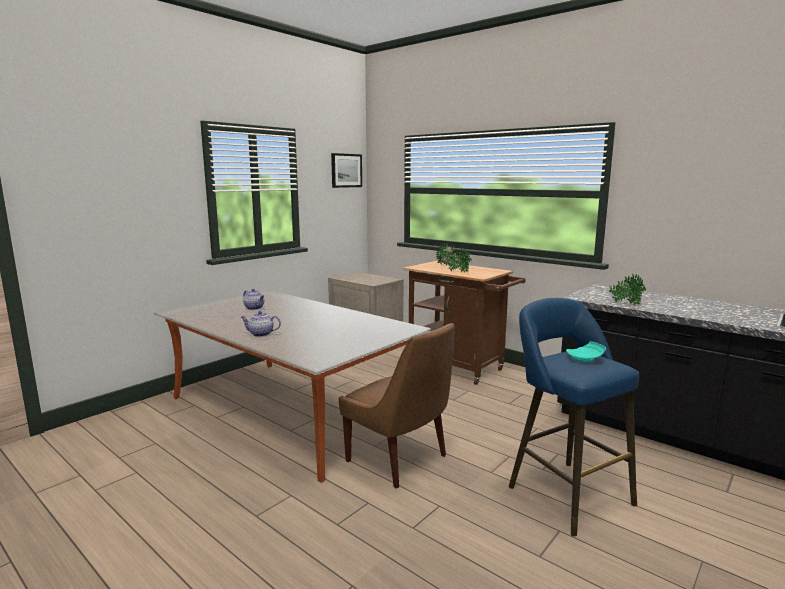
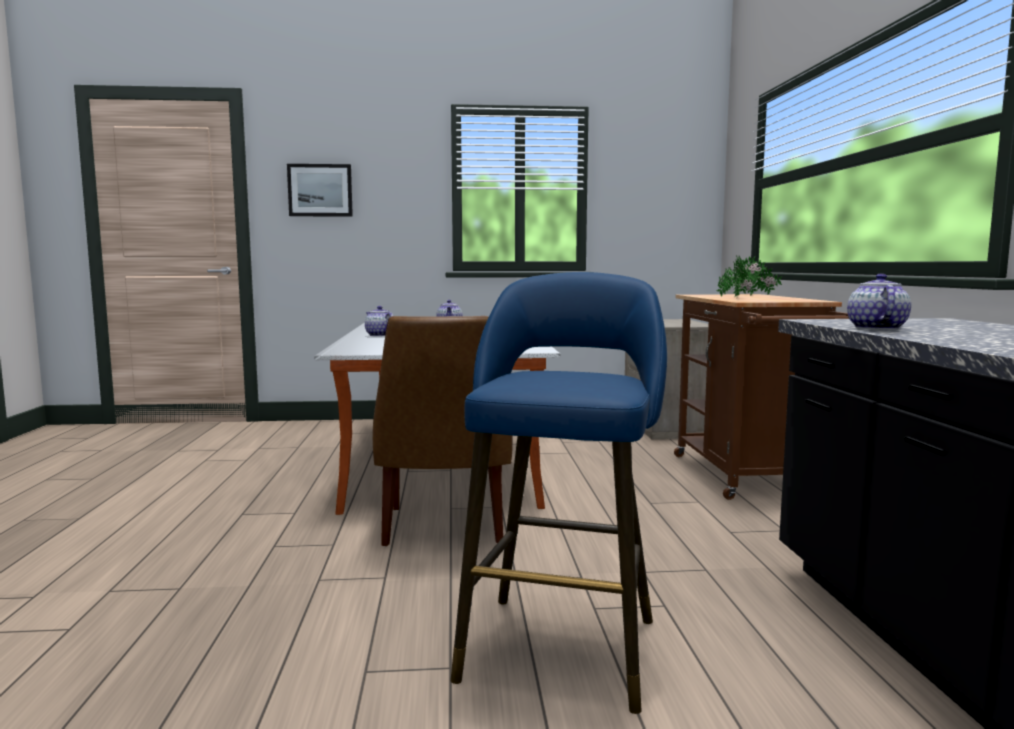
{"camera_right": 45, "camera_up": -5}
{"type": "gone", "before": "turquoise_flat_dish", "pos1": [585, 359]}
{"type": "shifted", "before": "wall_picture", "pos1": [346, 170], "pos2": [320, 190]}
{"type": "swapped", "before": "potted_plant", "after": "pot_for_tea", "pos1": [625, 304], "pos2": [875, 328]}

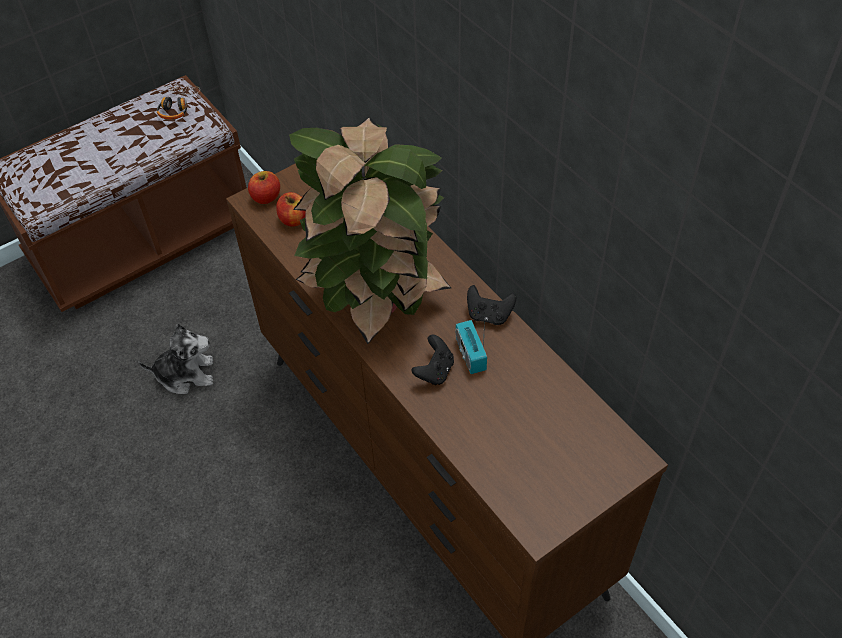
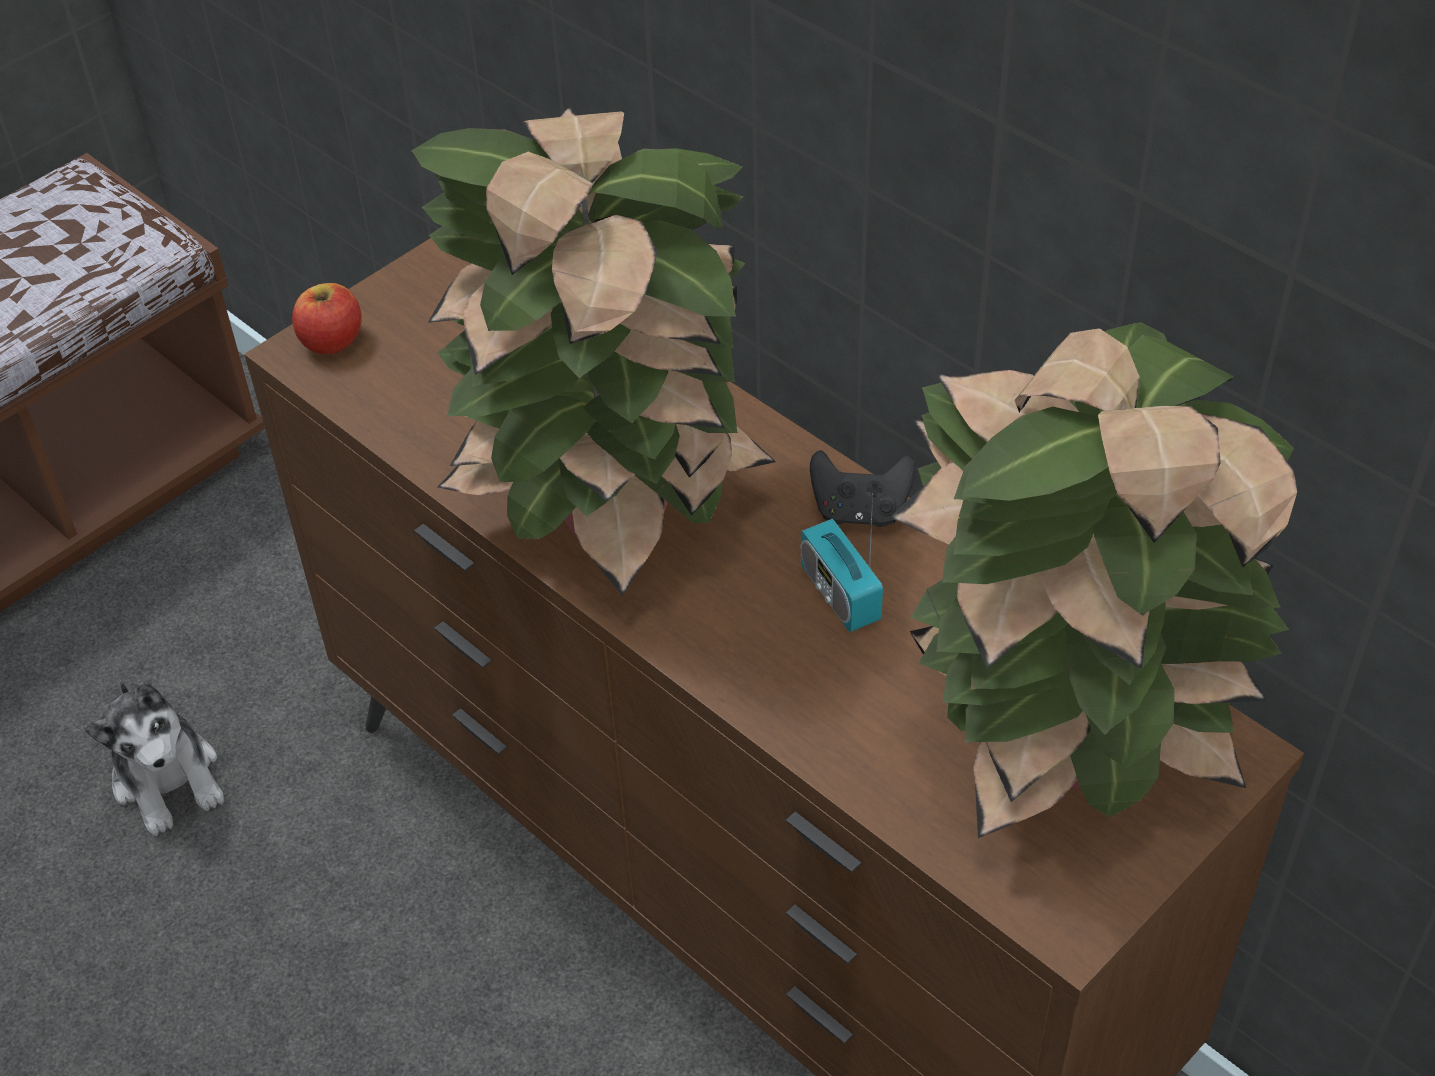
{"camera_right": -10, "camera_up": -5}
{"type": "gone", "before": "pair_of_headphones", "pos1": [176, 106]}
{"type": "gone", "before": "apple_fruit", "pos1": [293, 219]}
{"type": "gone", "before": "black-coloured_gamepad", "pos1": [434, 371]}
{"type": "new", "after": "potted_plant", "pos2": [1060, 738]}
{"type": "rotated", "before": "plush_toy", "pos1": [186, 374], "pos2": [168, 779], "turn": 75}

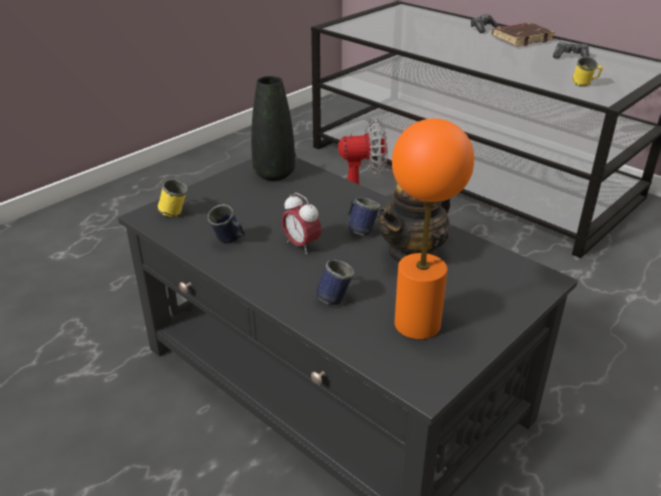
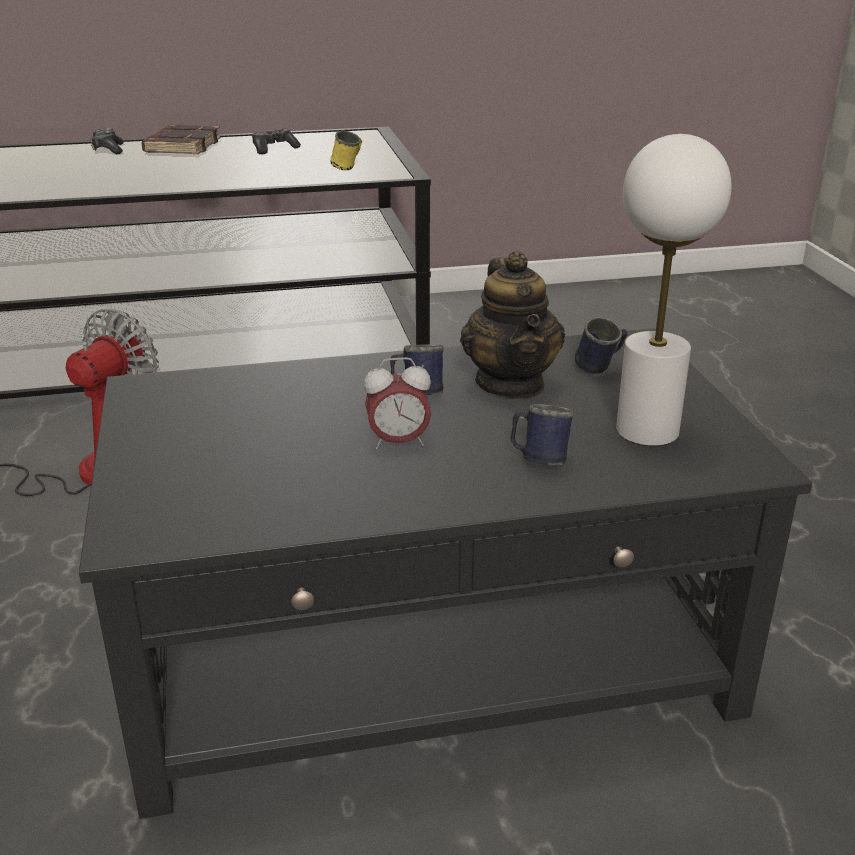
{"camera_right": -55, "camera_up": -5}
{"type": "gone", "before": "yellowish_tea_mug", "pos1": [176, 211]}
{"type": "gone", "before": "black-coloured_flower_vase", "pos1": [274, 174]}
{"type": "shifted", "before": "blue_tea_mug", "pos1": [230, 241], "pos2": [600, 369]}
{"type": "repainted", "before": "orange-coloured_tabletop_lamp", "after": "white-coloured_tabletop_lamp", "pos1": [418, 324], "pos2": [647, 430]}

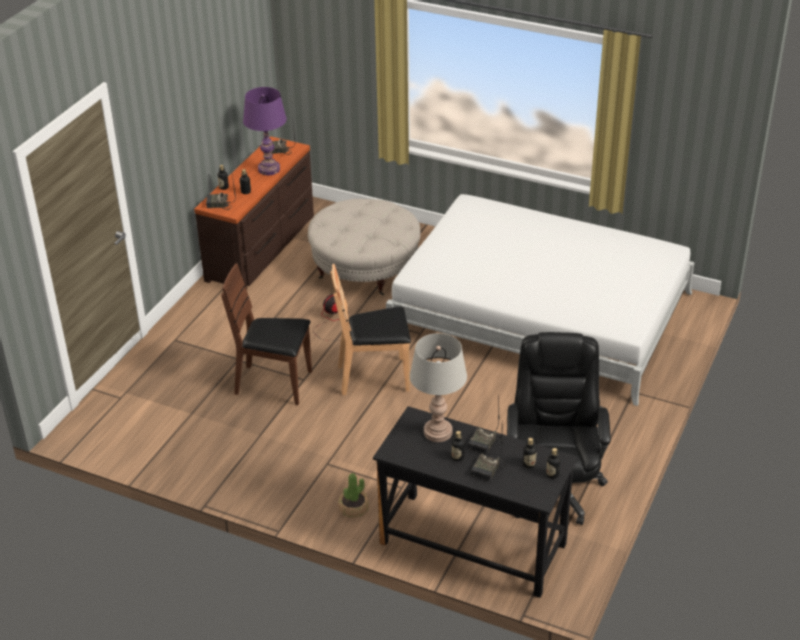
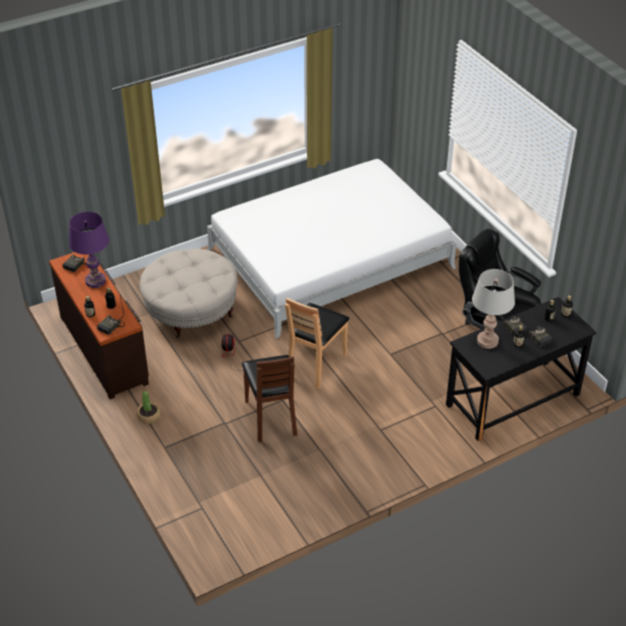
{"camera_right": -55, "camera_up": 5}
{"type": "shifted", "before": "potted_plant", "pos1": [353, 508], "pos2": [149, 416]}
{"type": "rotated", "before": "brown_upright_chair", "pos1": [274, 384], "pos2": [272, 417], "turn": -60}

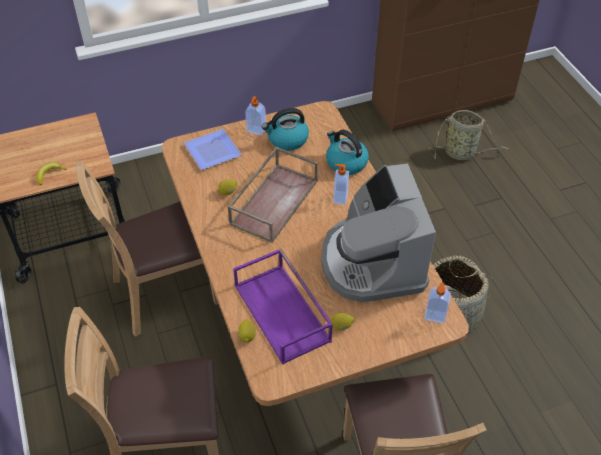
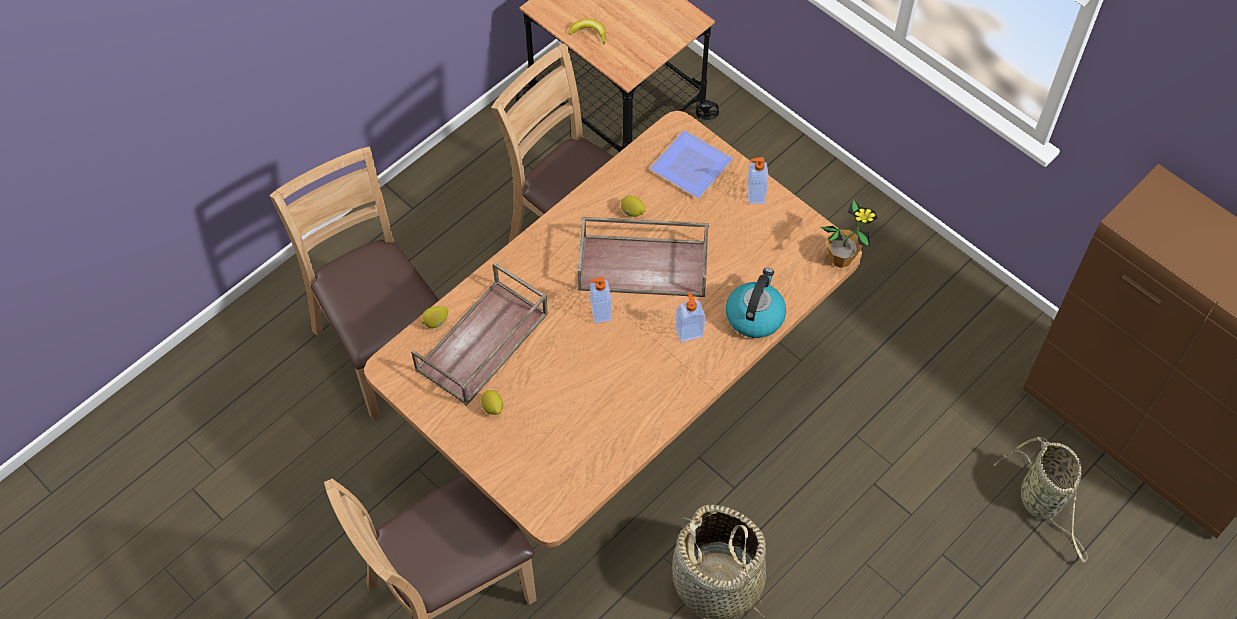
{"camera_right": 65, "camera_up": 10}
{"type": "gone", "before": "water_kettle", "pos1": [287, 140]}
{"type": "gone", "before": "coffee_maker", "pos1": [372, 262]}
{"type": "new", "after": "potted_plant", "pos2": [841, 259]}
{"type": "shifted", "before": "soap_bottle", "pos1": [435, 317], "pos2": [599, 312]}
{"type": "repainted", "before": "purple_tray", "after": "brown_tray", "pos1": [283, 313], "pos2": [482, 343]}

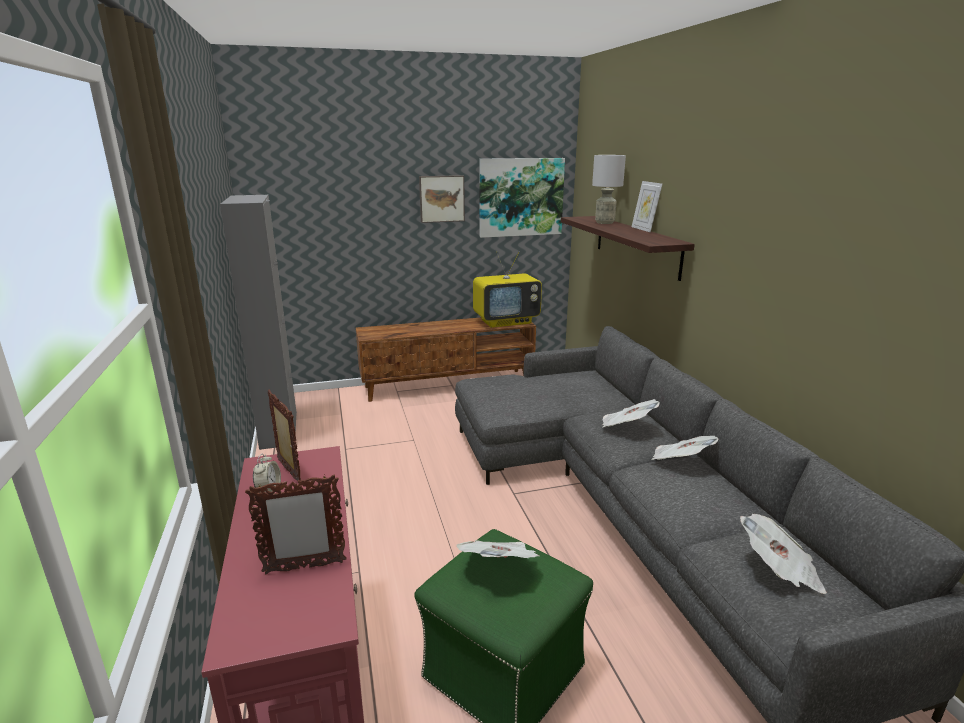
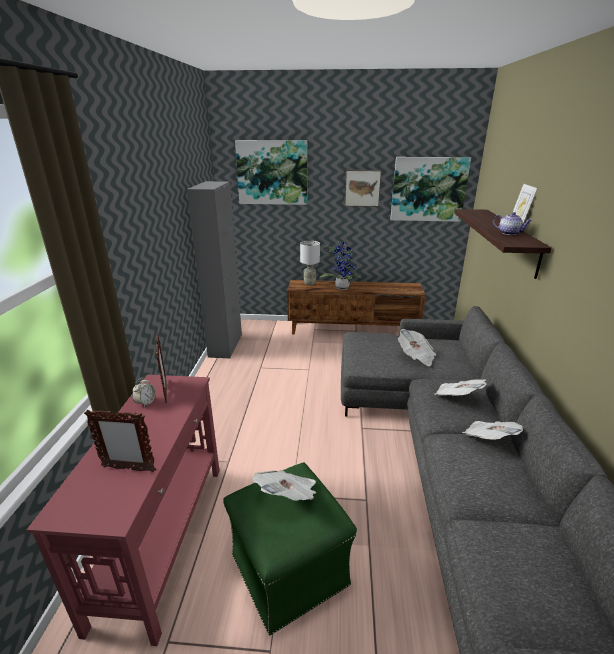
{"camera_right": 20, "camera_up": 5}
{"type": "gone", "before": "television", "pos1": [506, 321]}
{"type": "new", "after": "wall_picture", "pos2": [272, 172]}
{"type": "new", "after": "potted_plant", "pos2": [341, 287]}
{"type": "new", "after": "pot_for_tea", "pos2": [509, 233]}
{"type": "shifted", "before": "grey_tabletop_lamp", "pos1": [604, 223], "pos2": [309, 283]}
{"type": "shifted", "before": "daily_paper", "pos1": [779, 571], "pos2": [416, 356]}

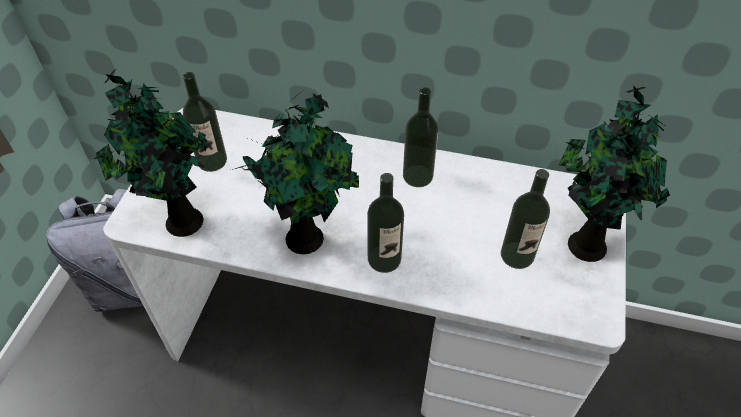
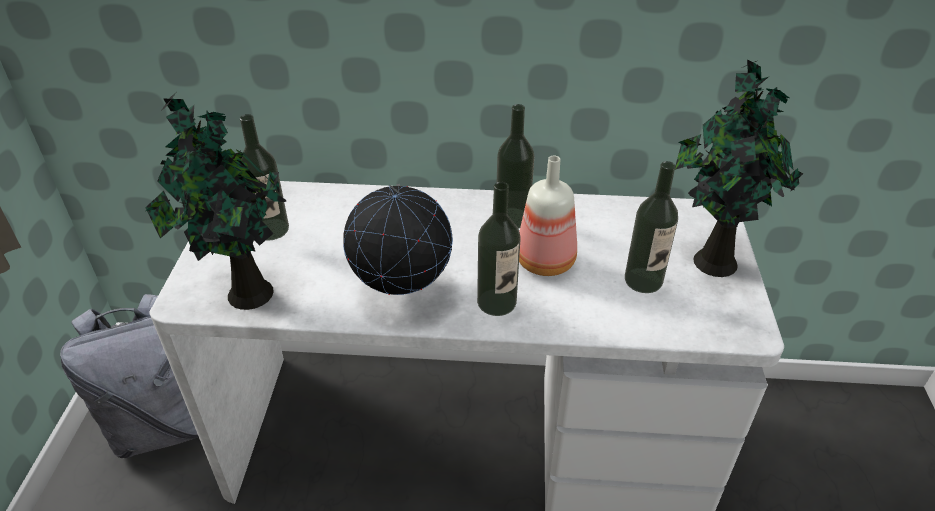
{"camera_right": -10, "camera_up": -10}
{"type": "new", "after": "drink_bottle", "pos2": [546, 261]}
{"type": "swapped", "before": "potted_plant", "after": "globe", "pos1": [307, 236], "pos2": [402, 291]}

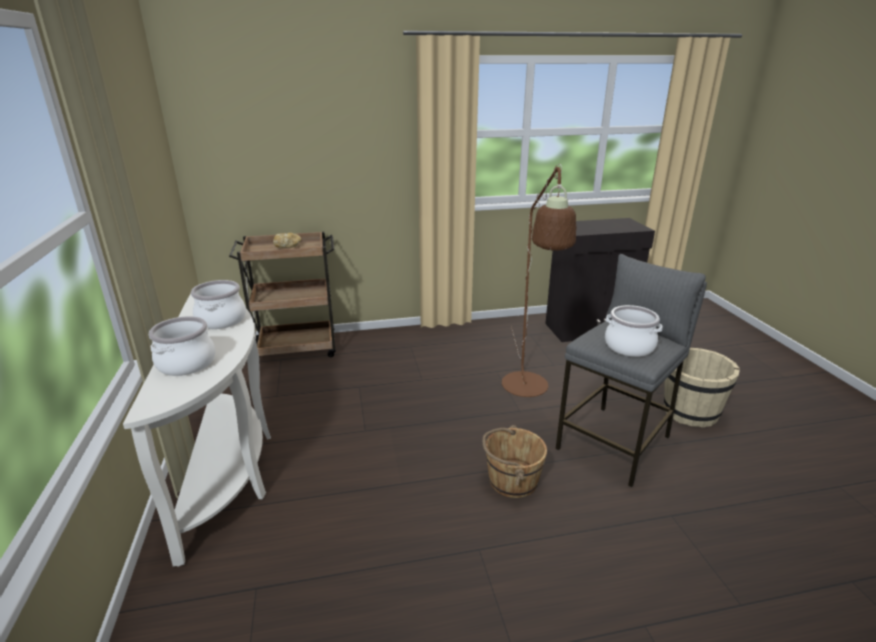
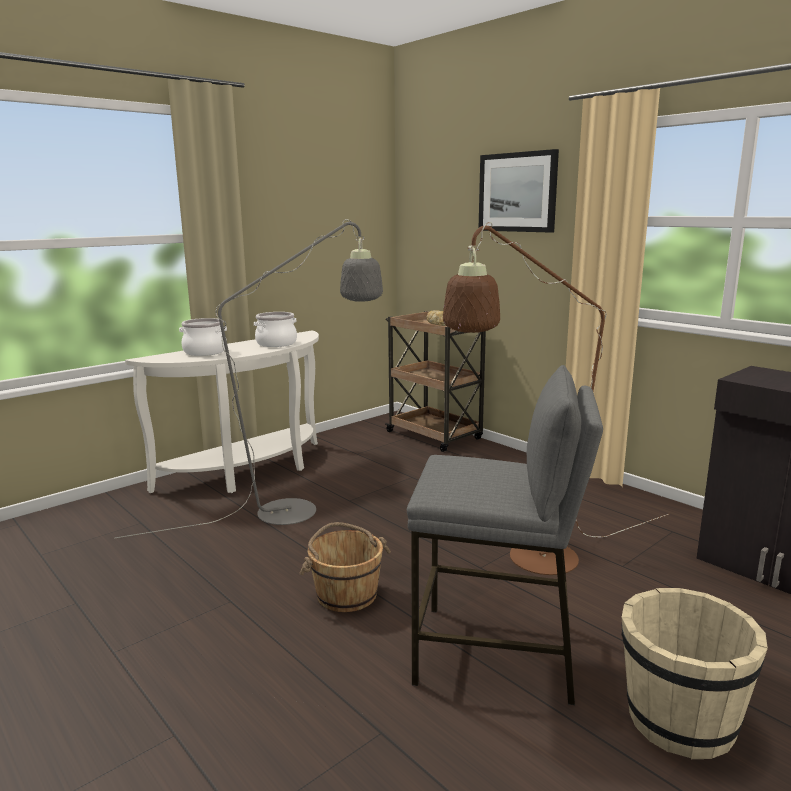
{"camera_right": 60, "camera_up": -10}
{"type": "gone", "before": "stockpot", "pos1": [629, 347]}
{"type": "new", "after": "grey_standard_lamp", "pos2": [302, 508]}
{"type": "new", "after": "wall_picture", "pos2": [517, 192]}

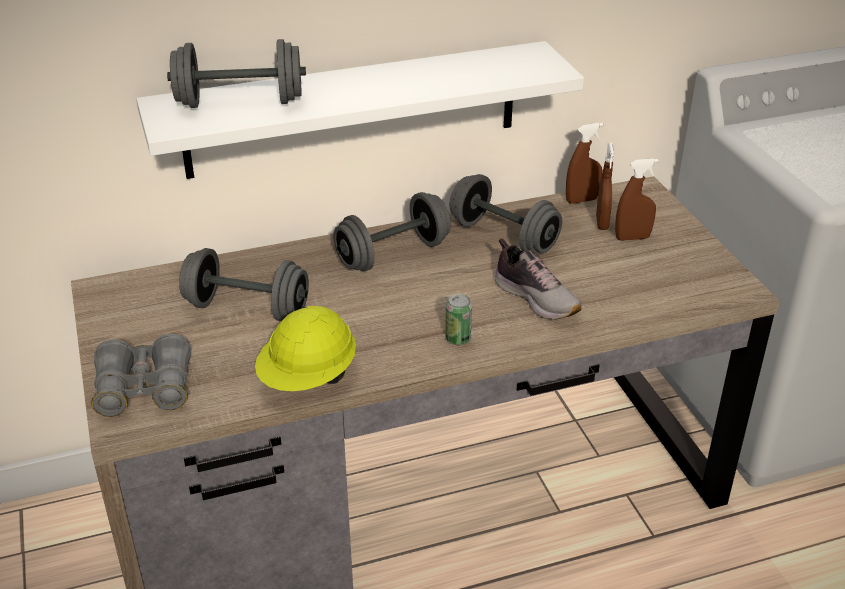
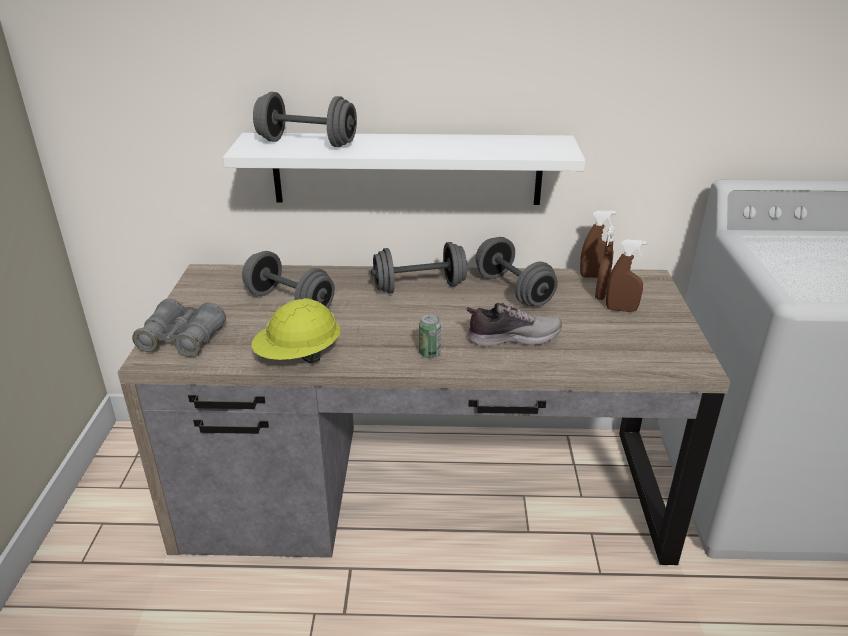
{"camera_right": 20, "camera_up": -5}
{"type": "rotated", "before": "low_shoe", "pos1": [536, 298], "pos2": [512, 337], "turn": -75}

